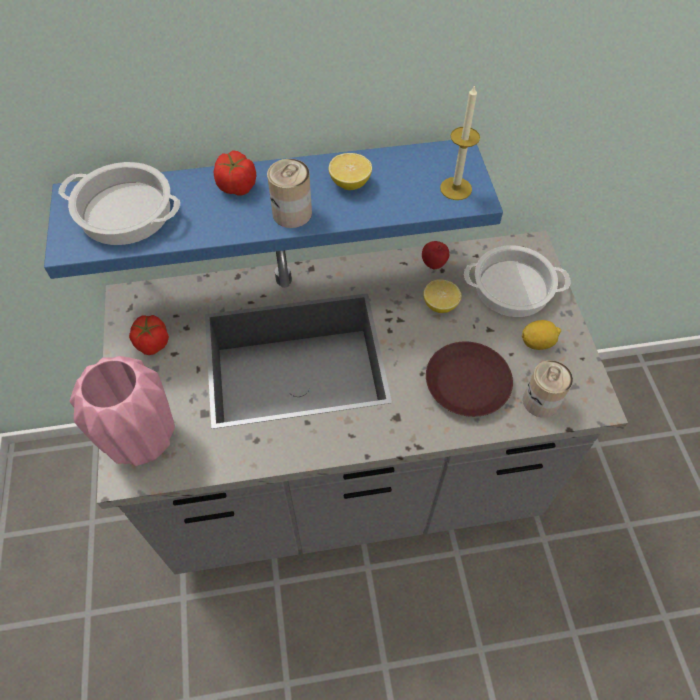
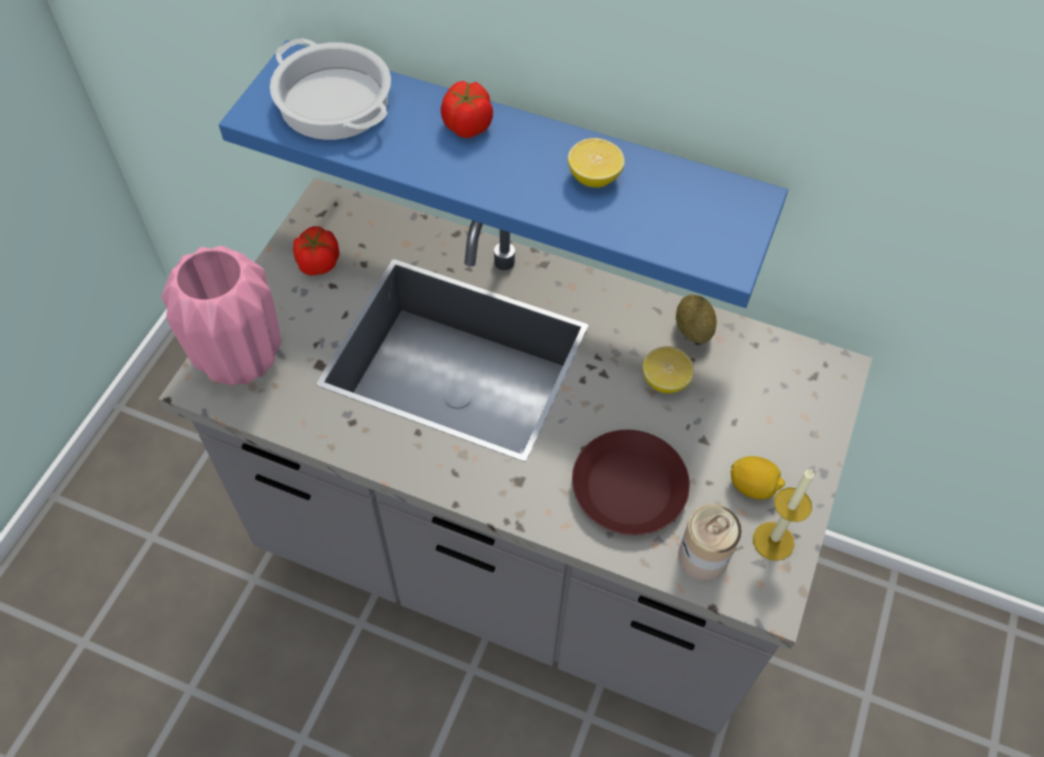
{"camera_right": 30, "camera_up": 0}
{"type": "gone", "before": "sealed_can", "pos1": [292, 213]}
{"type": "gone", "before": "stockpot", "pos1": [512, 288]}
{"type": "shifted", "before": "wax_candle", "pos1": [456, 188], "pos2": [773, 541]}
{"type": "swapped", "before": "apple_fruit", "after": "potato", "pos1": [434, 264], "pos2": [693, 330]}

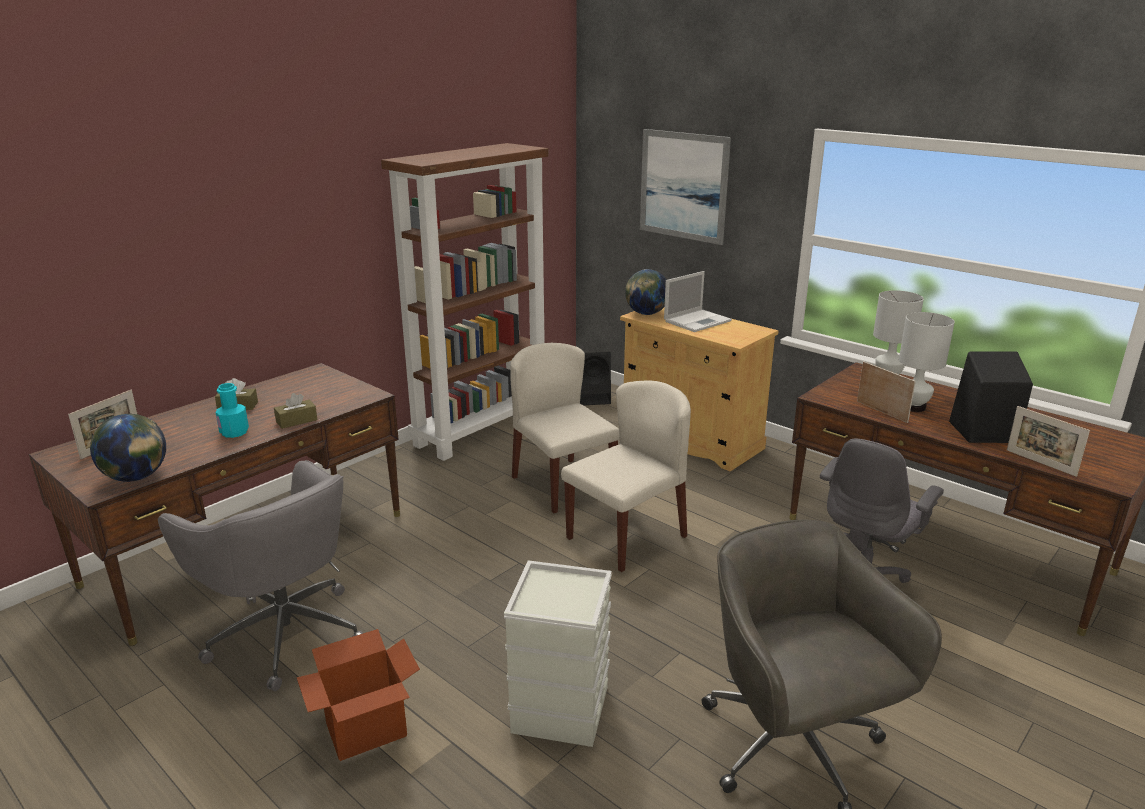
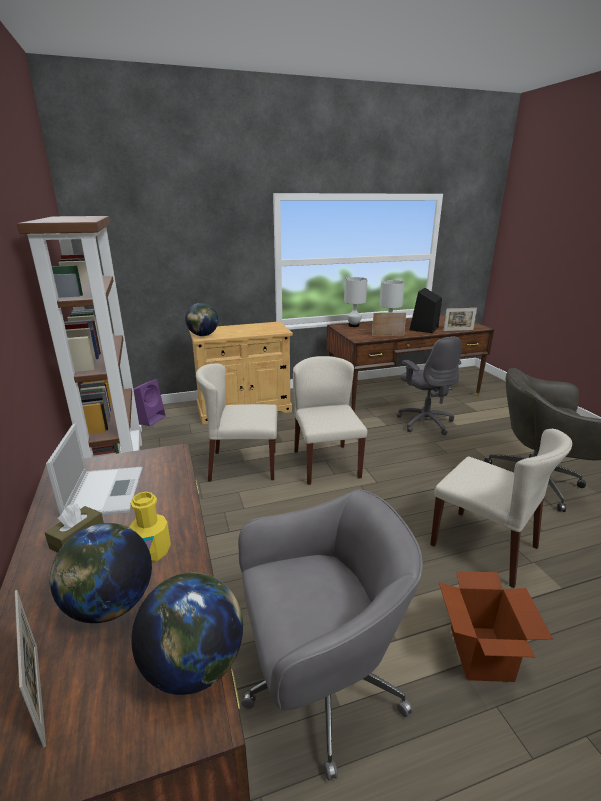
{"camera_right": -60, "camera_up": 0}
{"type": "gone", "before": "brown_tissue_holder", "pos1": [296, 421]}
{"type": "gone", "before": "wall_picture", "pos1": [683, 186]}
{"type": "new", "after": "globe", "pos2": [110, 605]}
{"type": "shifted", "before": "portable_computer", "pos1": [698, 321], "pos2": [105, 491]}
{"type": "swapped", "before": "grey_storage_container", "after": "beige-coloured_upright_chair", "pos1": [559, 710], "pos2": [485, 546]}
{"type": "repainted", "before": "turquoise_drink_bottle", "after": "yellowish_drink_bottle", "pos1": [234, 432], "pos2": [152, 551]}
{"type": "repainted", "before": "black-coloured_loudspeaker", "after": "purple_loudspeaker", "pos1": [593, 398], "pos2": [148, 418]}

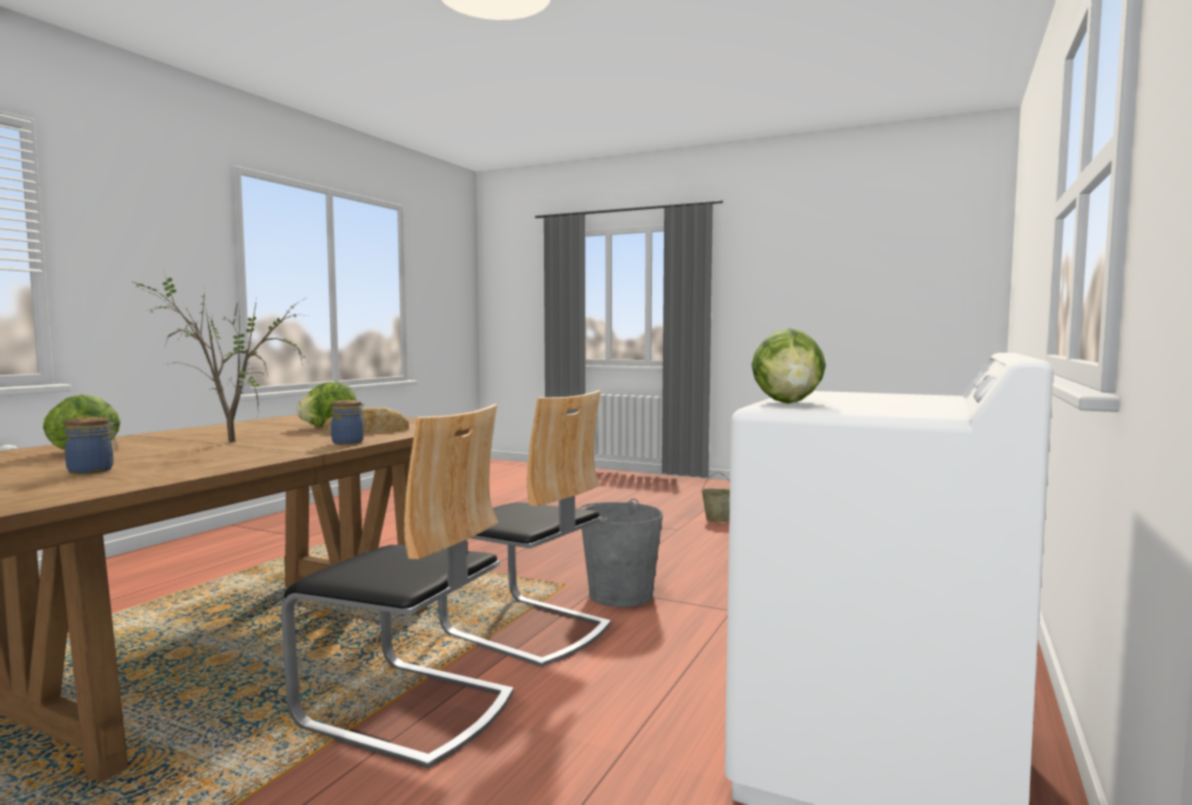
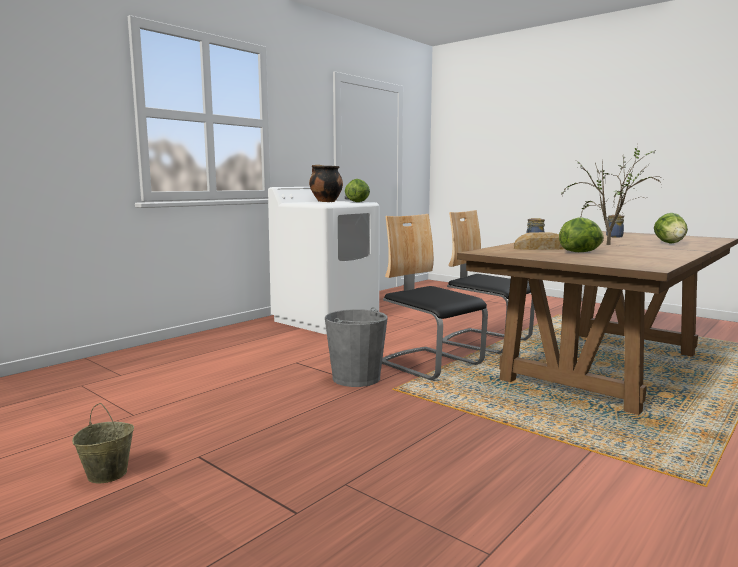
{"camera_right": -165, "camera_up": 5}
{"type": "new", "after": "stockpot", "pos2": [325, 201]}

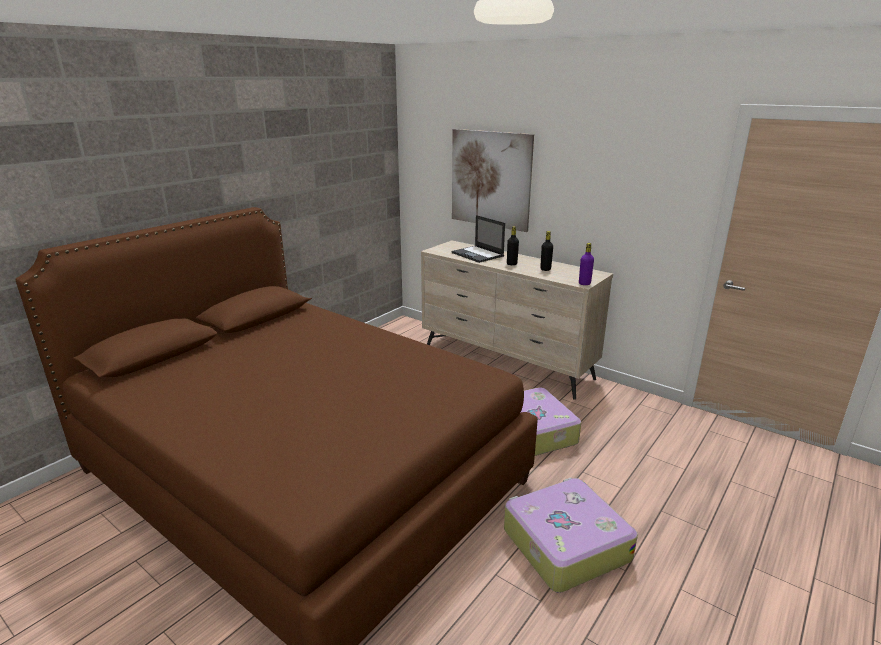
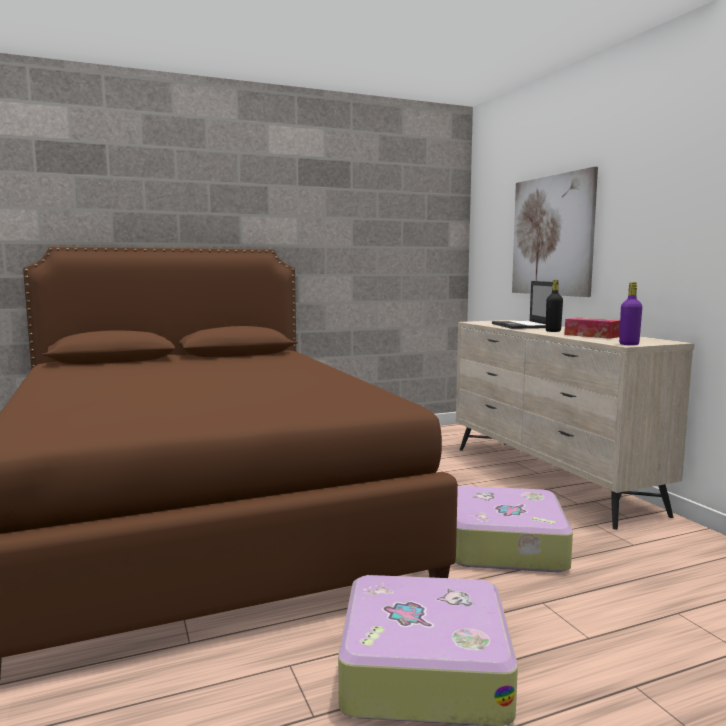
{"camera_right": 30, "camera_up": -15}
{"type": "swapped", "before": "black-coloured_drink_bottle", "after": "tissue_holder", "pos1": [545, 269], "pos2": [592, 335]}

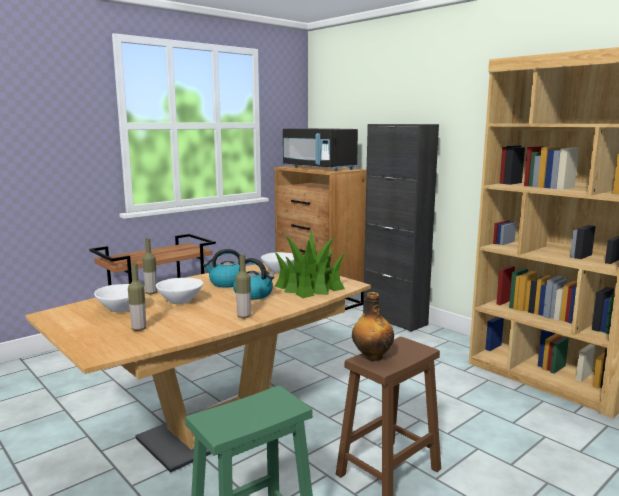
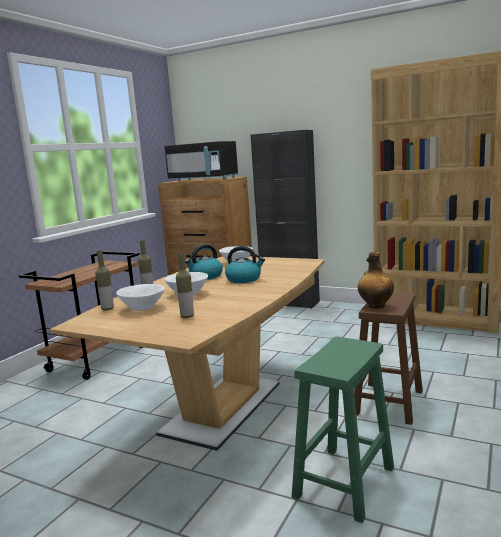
{"camera_right": -20, "camera_up": 0}
{"type": "gone", "before": "potted_plant", "pos1": [310, 287]}
{"type": "shifted", "before": "drink_bottle", "pos1": [244, 316], "pos2": [107, 309]}

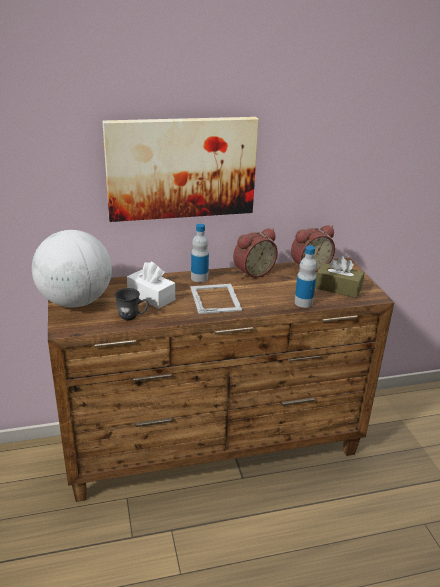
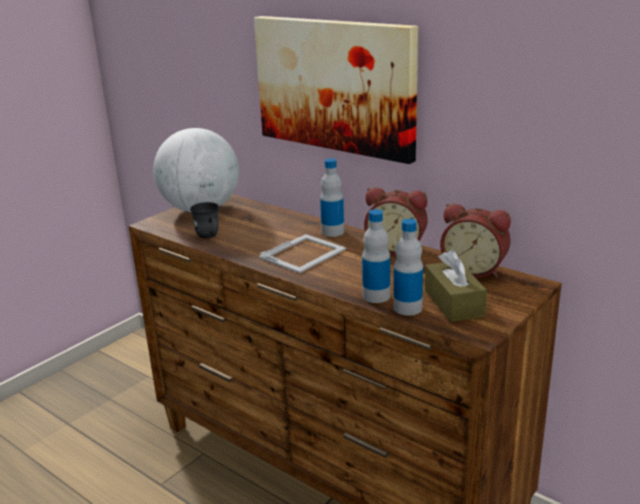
{"camera_right": 55, "camera_up": -5}
{"type": "gone", "before": "white-coloured_tissue_holder", "pos1": [151, 296]}
{"type": "new", "after": "drink_bottle", "pos2": [407, 308]}

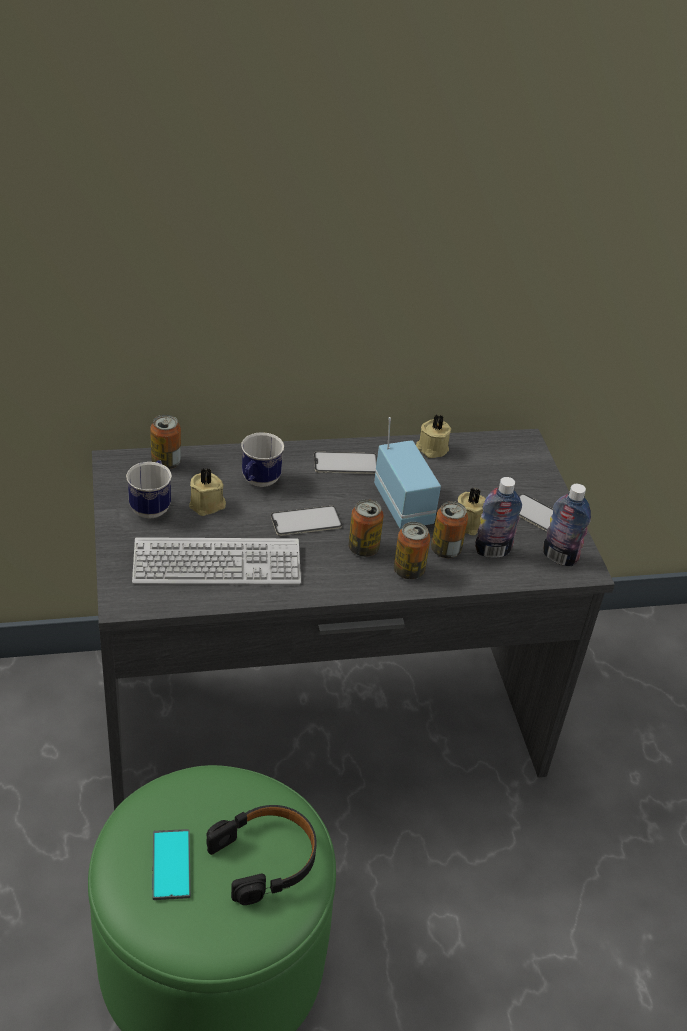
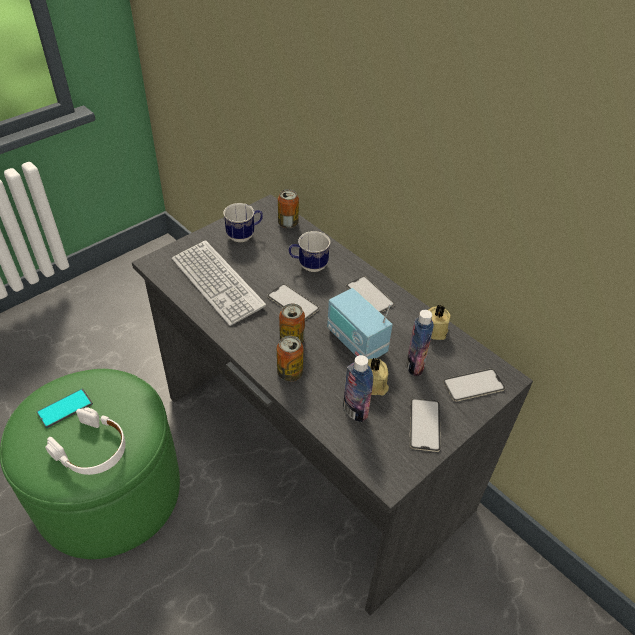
{"camera_right": 60, "camera_up": 5}
{"type": "gone", "before": "beige-coloured_wax_candle", "pos1": [207, 505]}
{"type": "gone", "before": "sealed_can", "pos1": [445, 550]}
{"type": "new", "after": "handset", "pos2": [473, 385]}
{"type": "shifted", "before": "drink_bottle", "pos1": [559, 557], "pos2": [414, 365]}
{"type": "repainted", "before": "black-coloured_pair_of_headphones", "after": "white-coloured_pair_of_headphones", "pos1": [265, 858], "pos2": [92, 449]}
{"type": "rotated", "before": "radio_set", "pos1": [404, 506], "pos2": [356, 342], "turn": 105}

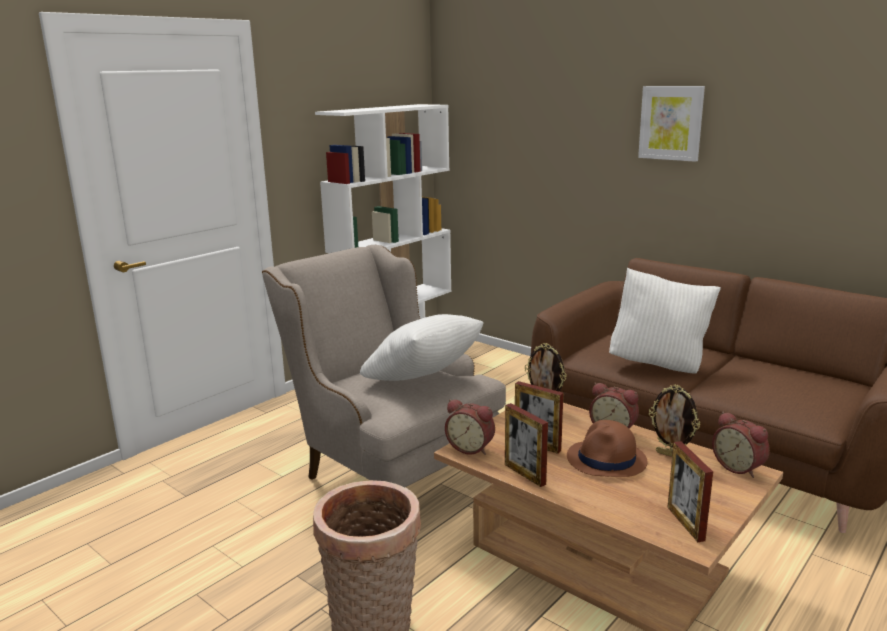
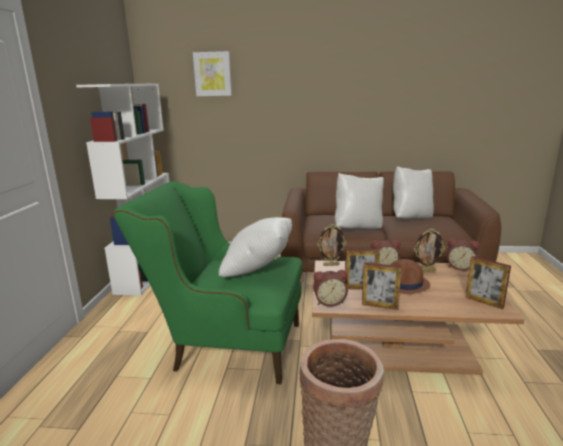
{"camera_right": -35, "camera_up": 0}
{"type": "new", "after": "white-coloured_throw_pillow", "pos2": [411, 218]}
{"type": "shifted", "before": "wall_picture", "pos1": [671, 123], "pos2": [212, 74]}
{"type": "repainted", "before": "beige-coloured_armchair", "after": "green-coloured_armchair", "pos1": [388, 471], "pos2": [226, 344]}

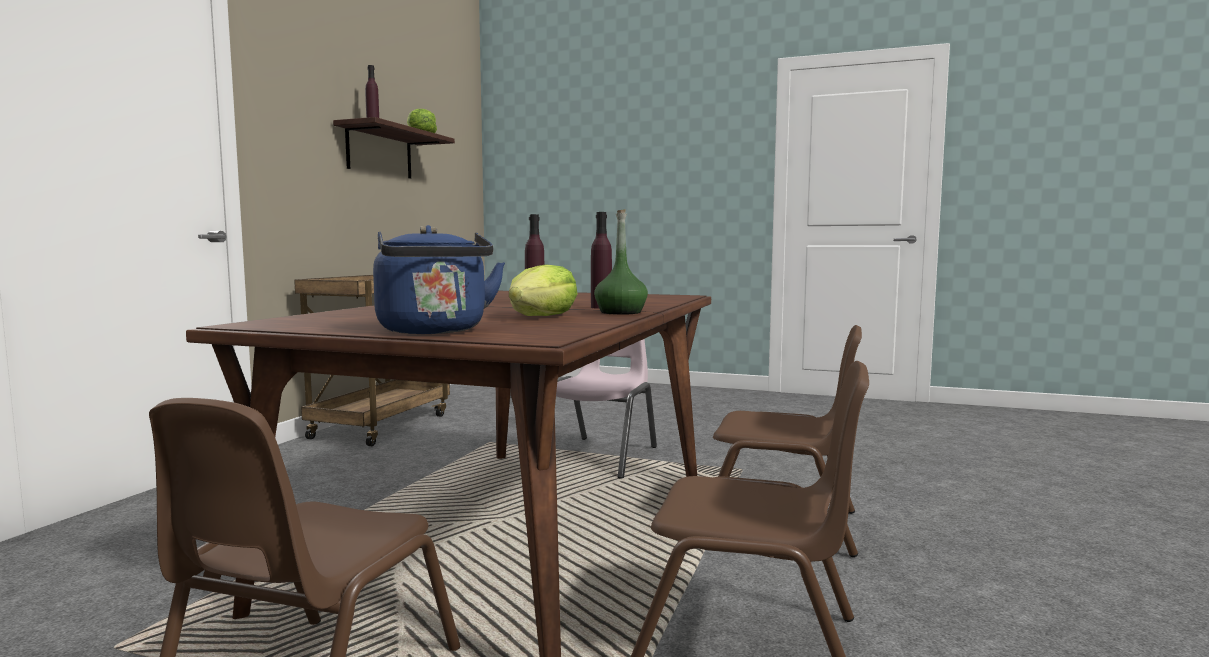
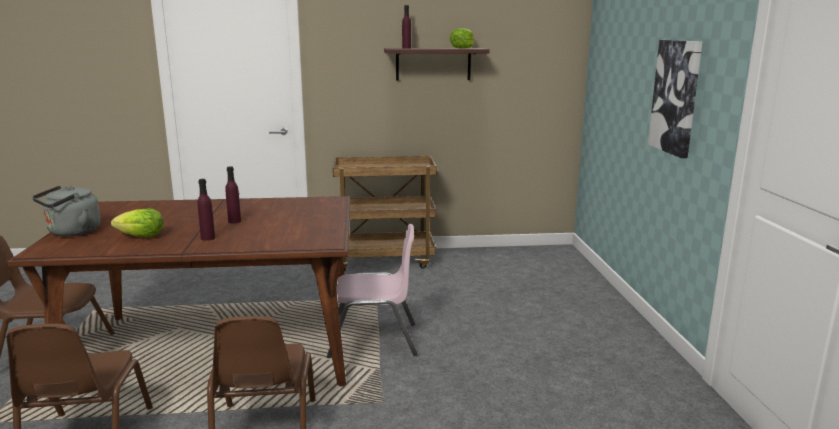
{"camera_right": 65, "camera_up": 10}
{"type": "gone", "before": "green-coloured_drink_bottle", "pos1": [620, 312]}
{"type": "new", "after": "wall_picture", "pos2": [676, 97]}
{"type": "repainted", "before": "blue_water_kettle", "after": "grey_water_kettle", "pos1": [435, 331], "pos2": [71, 232]}

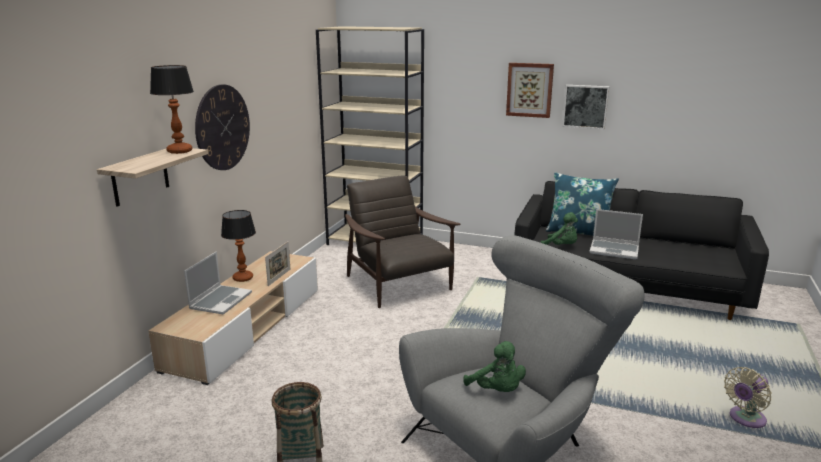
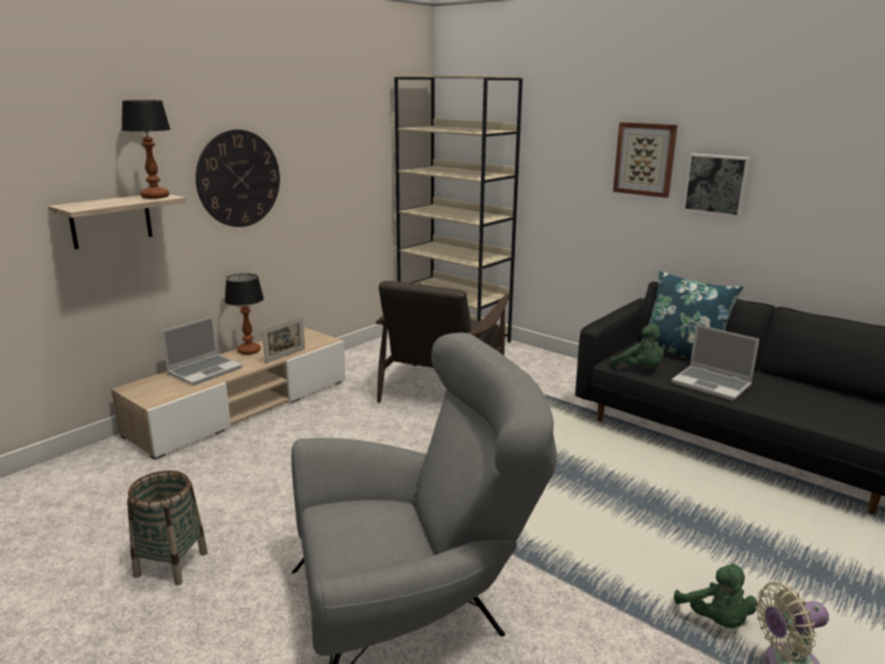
{"camera_right": 20, "camera_up": 0}
{"type": "shifted", "before": "green-coloured_plush_toy", "pos1": [497, 391], "pos2": [716, 620]}
{"type": "rotated", "before": "brown_armchair", "pos1": [399, 284], "pos2": [442, 388], "turn": -150}

